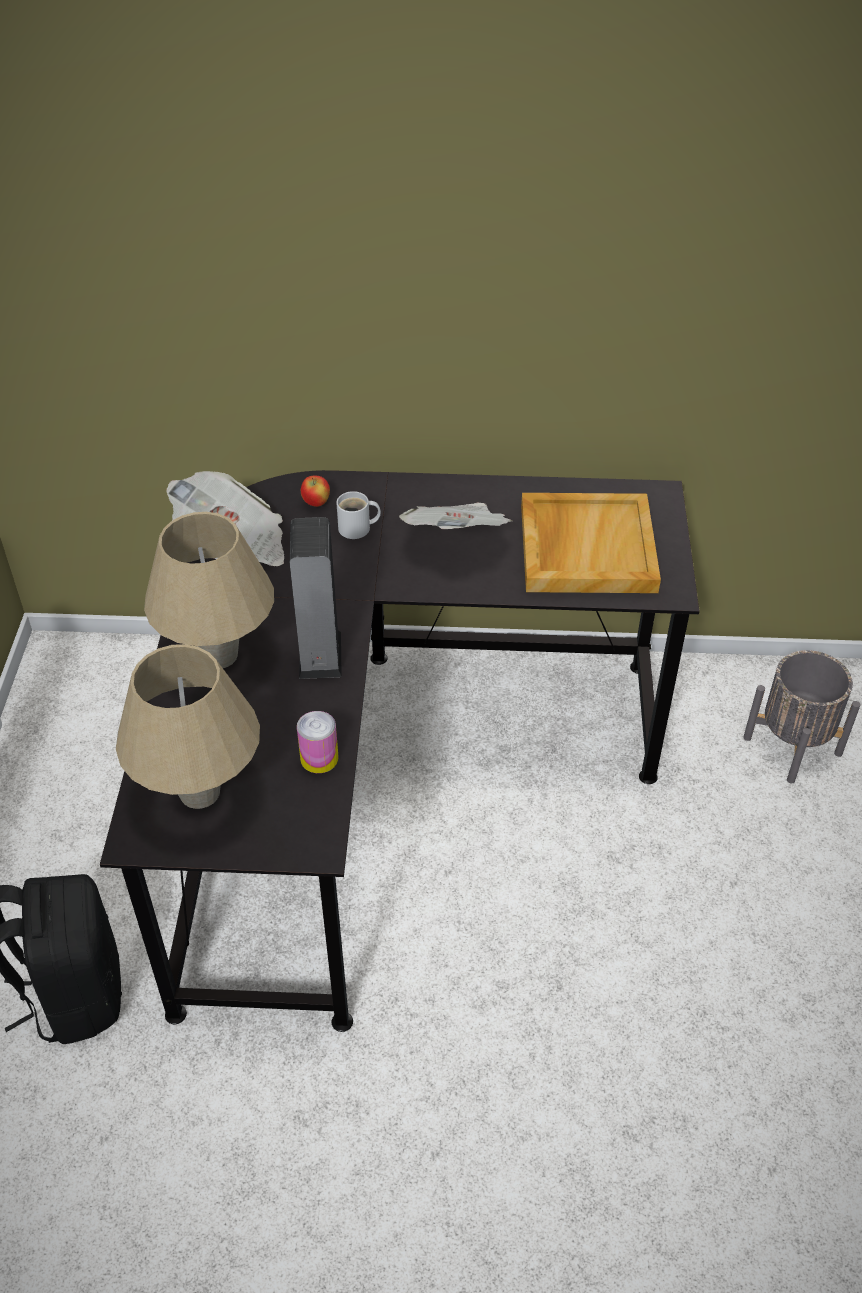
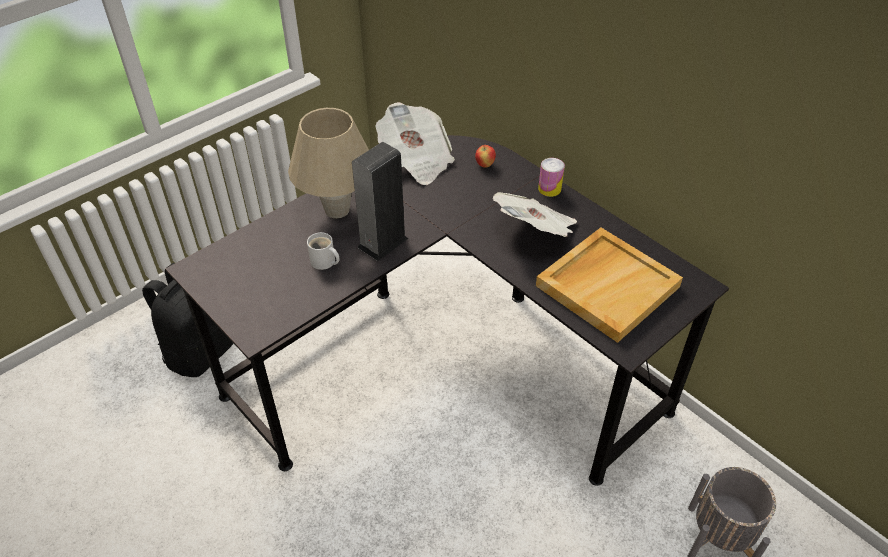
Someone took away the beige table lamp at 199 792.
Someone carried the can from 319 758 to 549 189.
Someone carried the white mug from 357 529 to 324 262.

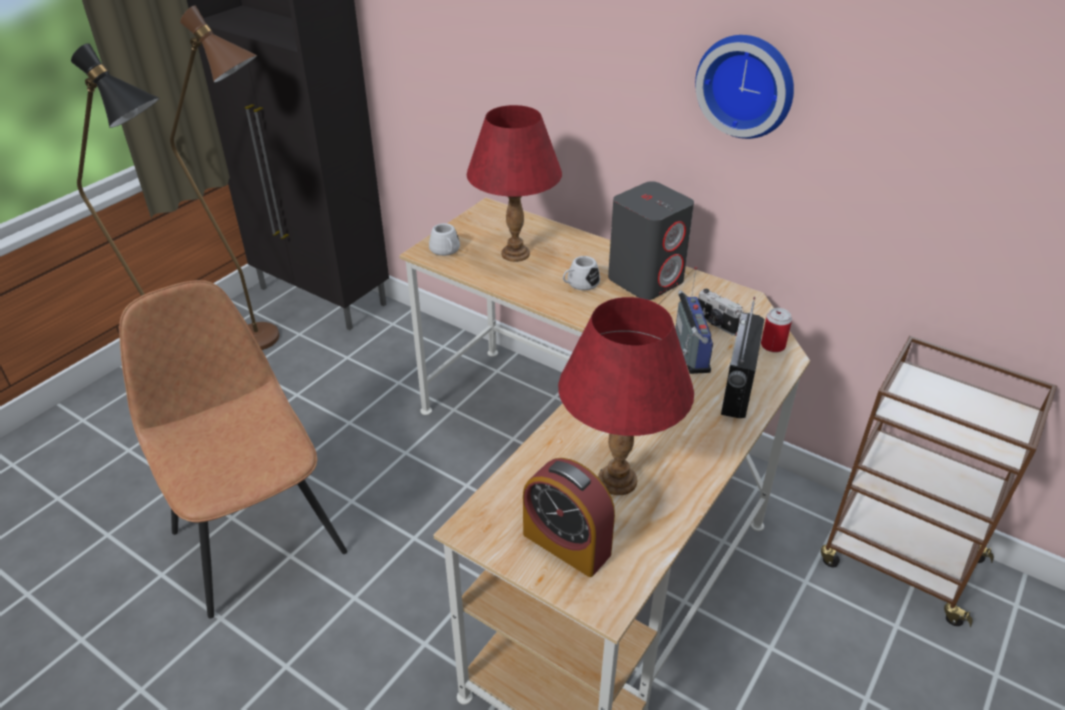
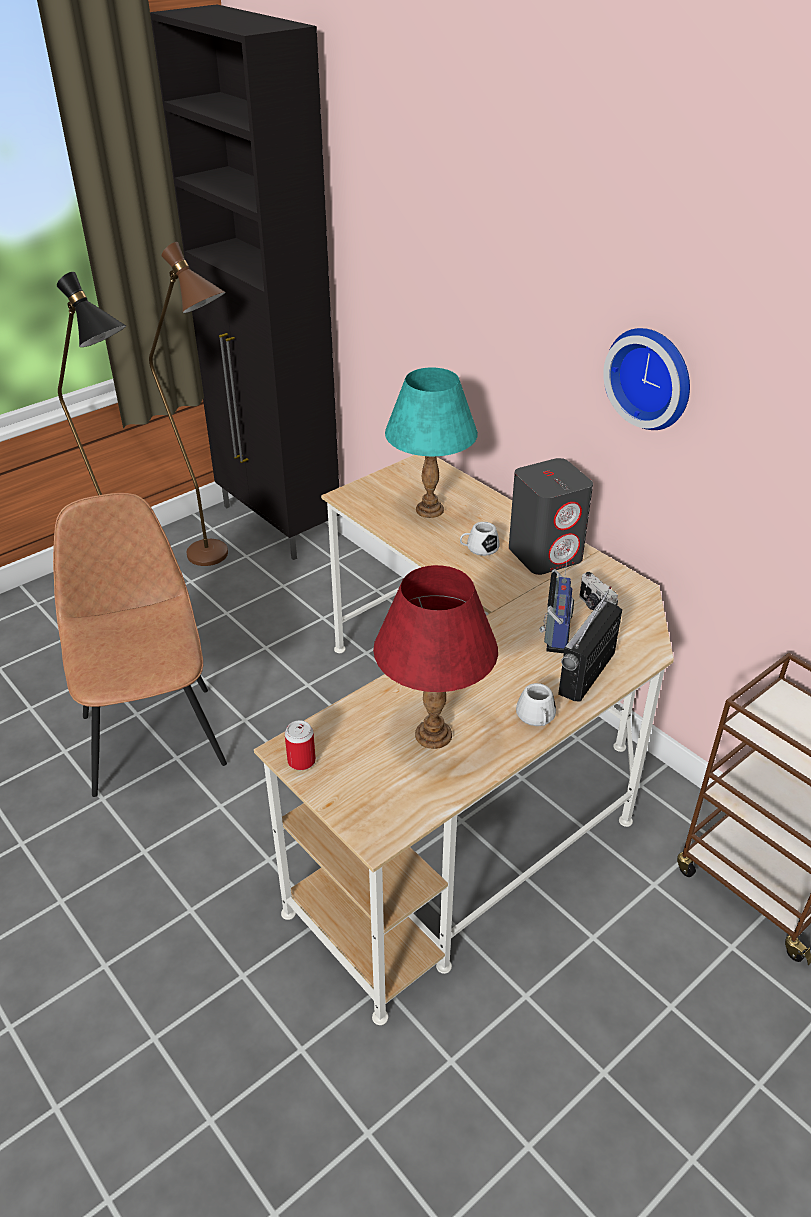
Someone took away the alarm clock at 566 544.
Someone carried the white mug from 446 251 to 537 718.
Someone carried the can from 772 346 to 301 761.
Someone repainted the red table lamp at 515 253, which became the turquoise table lamp at 429 509.

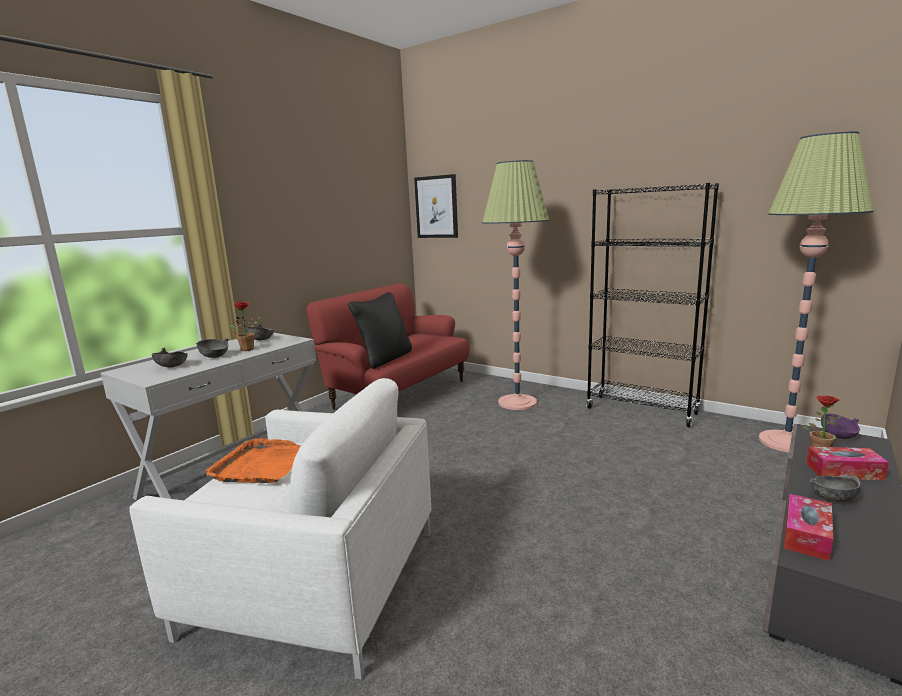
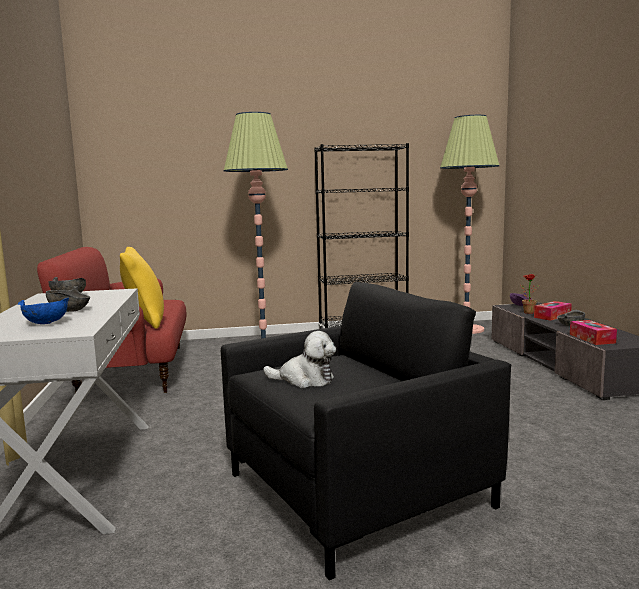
Someone took away the potted plant at 250 349.
Someone took away the picture at 436 207.
Someone swapped the orange tray at 261 465 for the plush toy at 305 380.
Someone repainted the white armchair at 316 581, which became the black armchair at 357 490.
Someone repainted the grey bowl at 172 366, which became the blue bowl at 46 323.
Someone repainted the black pillow at 384 359, which became the yellow pillow at 145 321.

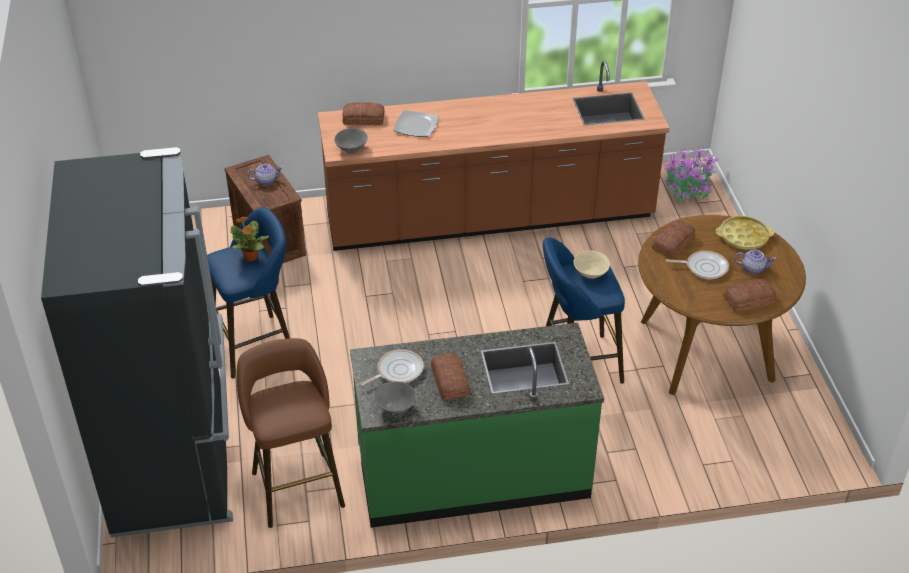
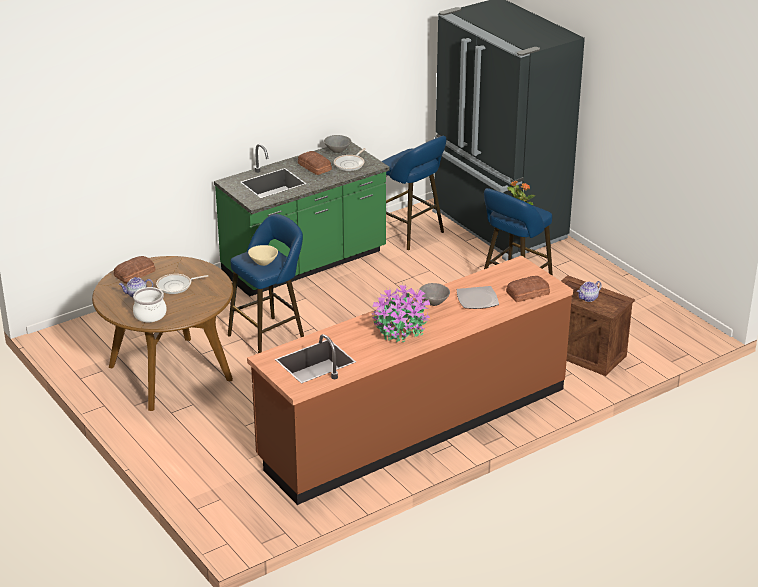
Someone took away the bread at 674 243.
Someone carried the grey bowl from 351 149 to 434 302.
Someone carried the potted plant from 688 190 to 399 330.
Someone swapped the yellow tray at 743 237 for the cooking pot at 150 315.
Someone repainted the brown stool at 296 485, which became the blue stool at 411 234.

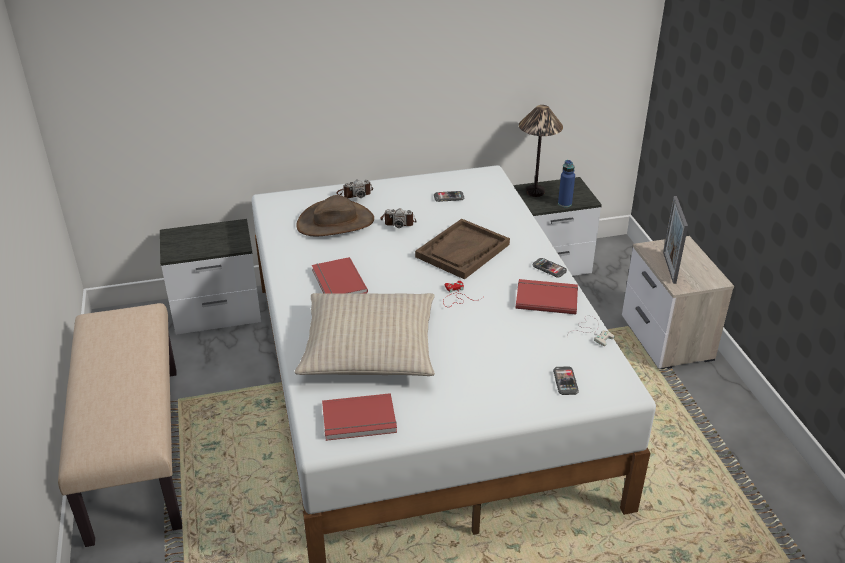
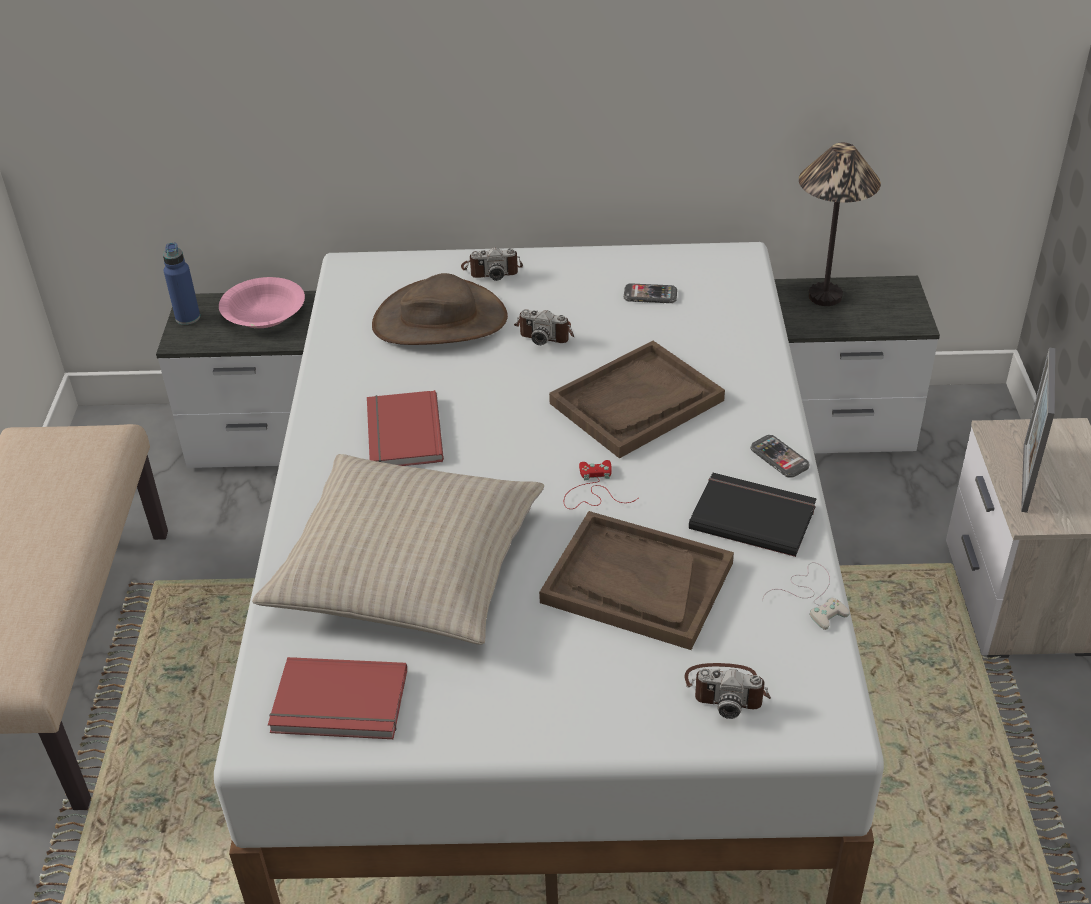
Someone put down the pink bowl at 264 314.
Someone put down the brown tray at 636 583.
Someone carried the blue bottle from 564 203 to 188 318.
Someone swapped the phone at 565 381 for the photo camera at 727 690.
Someone repainted the red book at 546 298, which became the black book at 752 515.

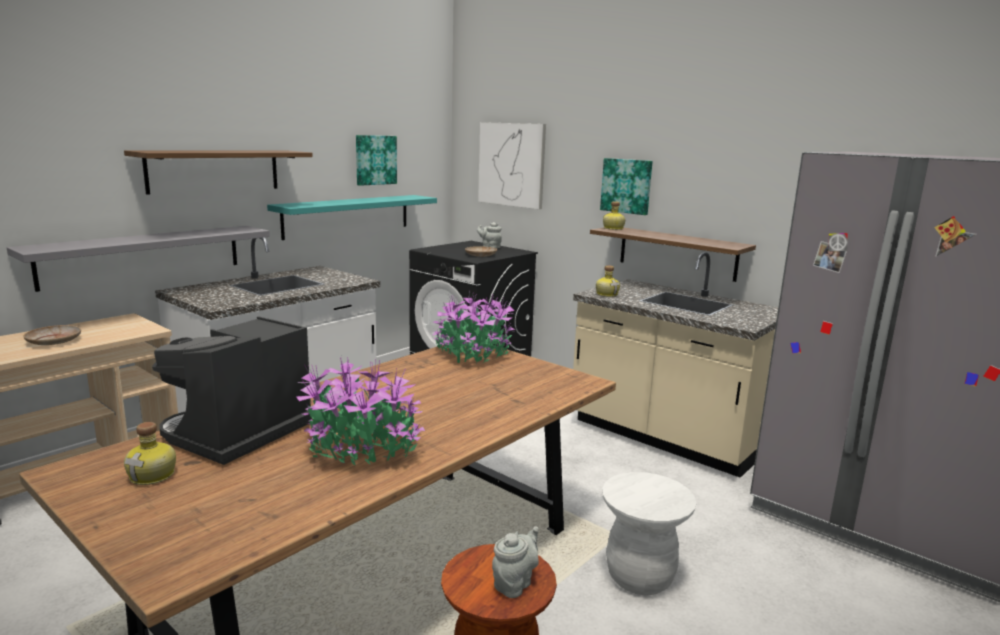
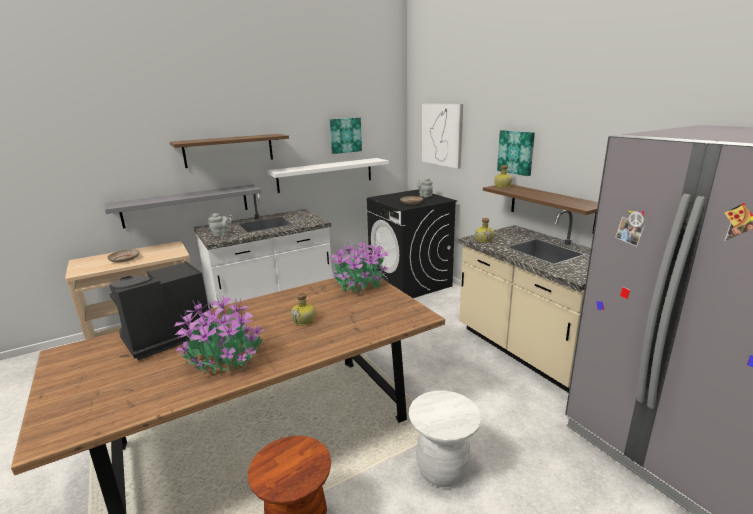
Someone carried the bottle from 154 475 to 304 320.
Someone carried the grey teapot from 514 583 to 222 234.
Someone repainted the turquoise shelf at 348 216, which became the white shelf at 325 174.

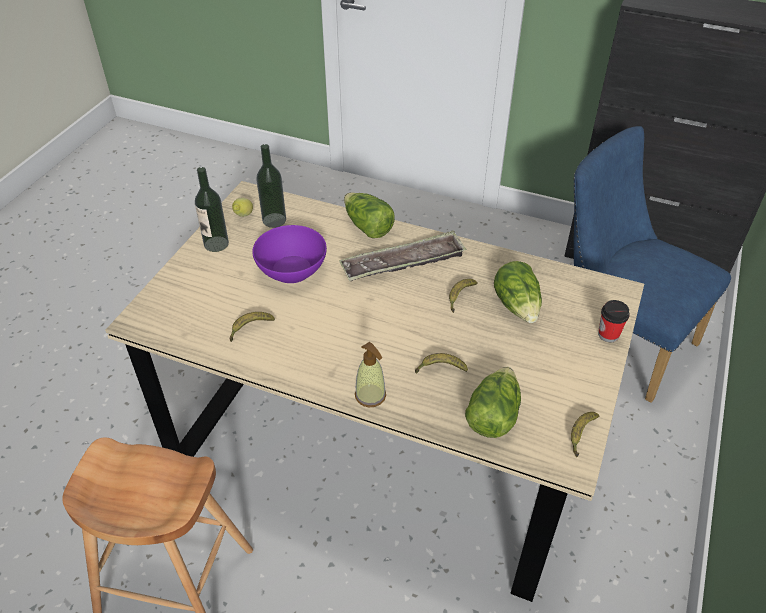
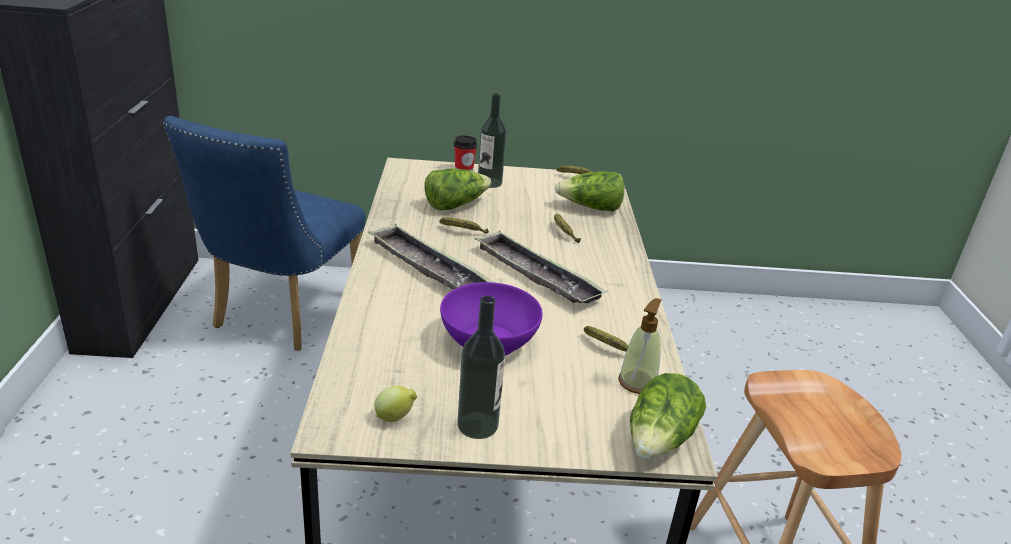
Someone put down the tray at 536 275.
Someone carried the bottle from 274 220 to 489 182.
Someone carried the lettuce from 367 226 to 660 441.
Someone carried the soap dispenser from 370 395 to 637 382.

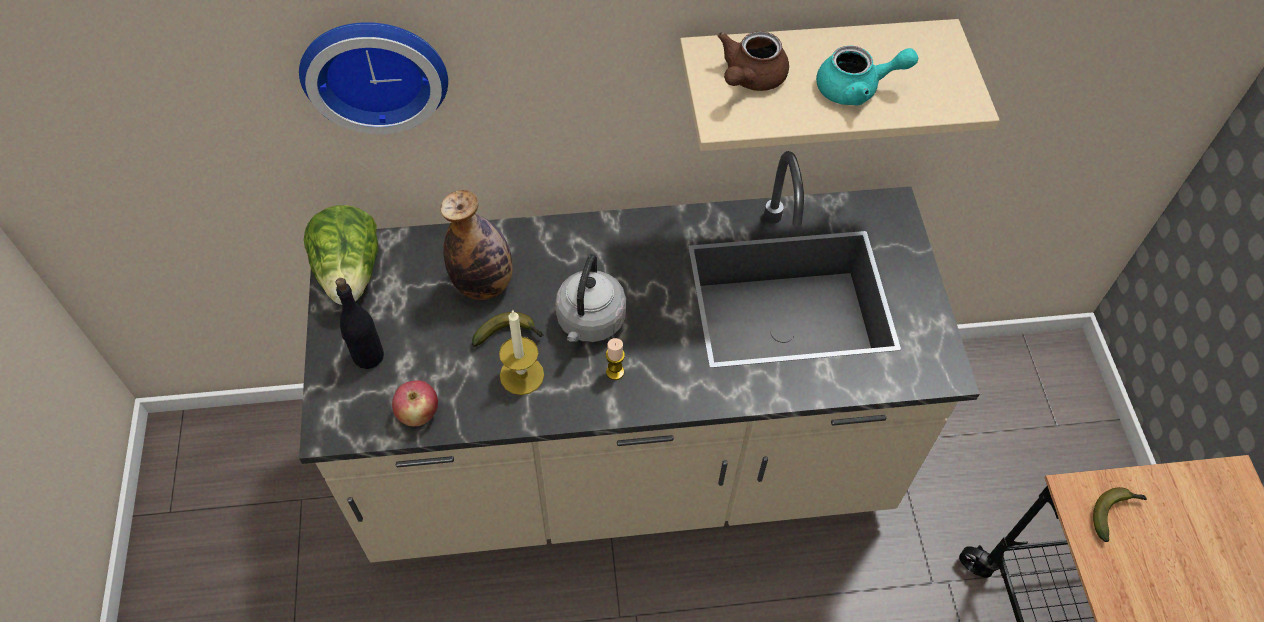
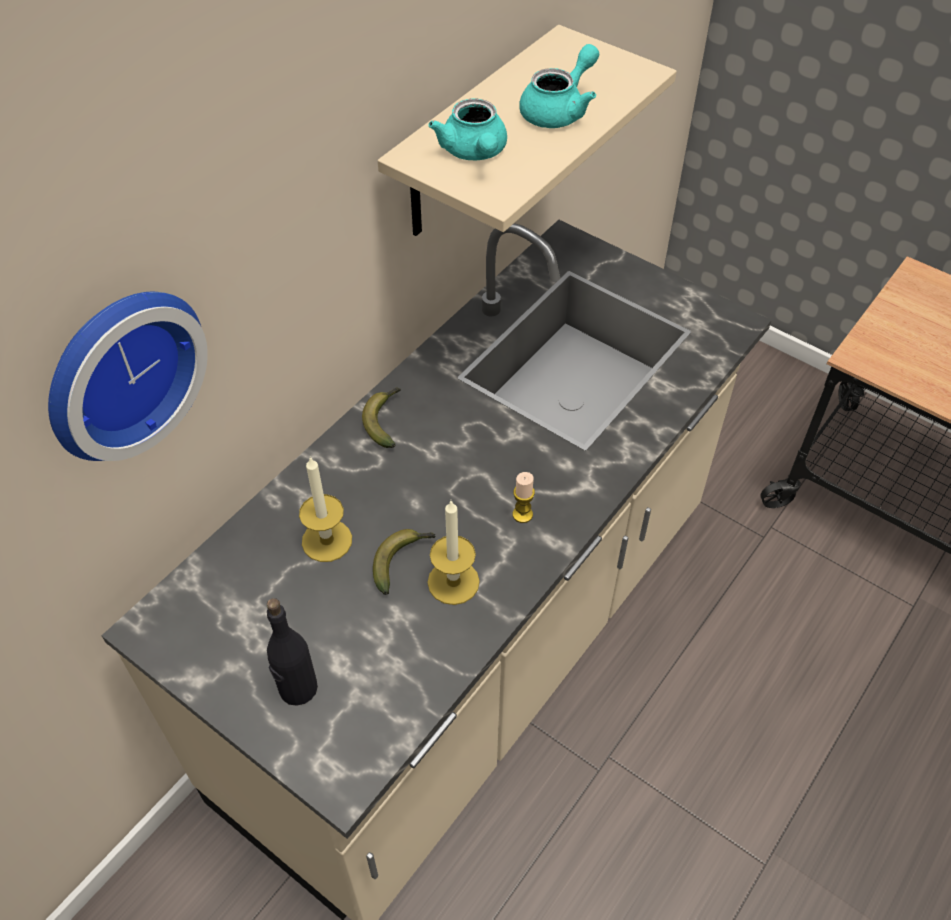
Someone took away the lettuce at 350 274.
Someone took away the apple at 418 414.
Someone took away the grey kettle at 590 322.
Someone carried the banana from 1114 513 to 385 420.
Someone swapped the bottle at 483 284 for the candle at 327 540.
Someone repainted the brown teapot at 750 78, which became the turquoise teapot at 474 152.

